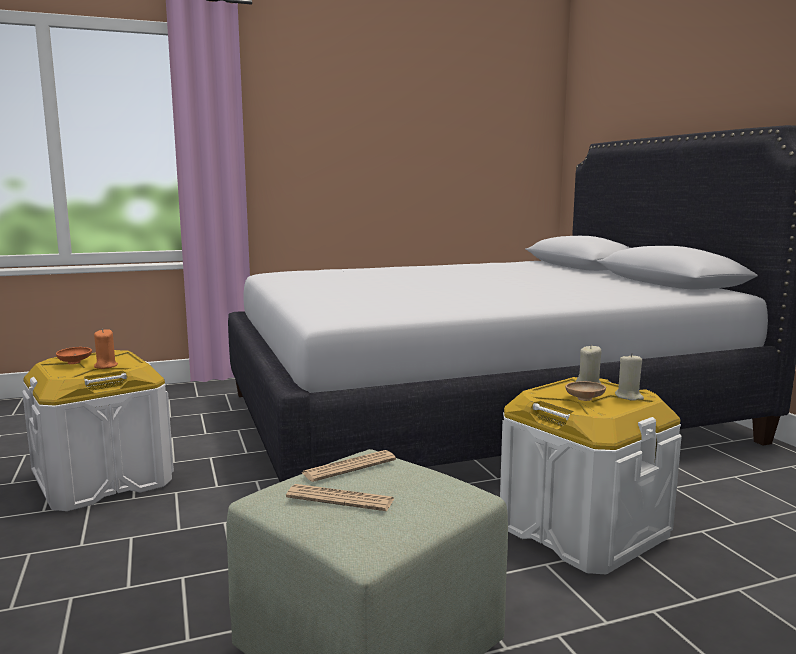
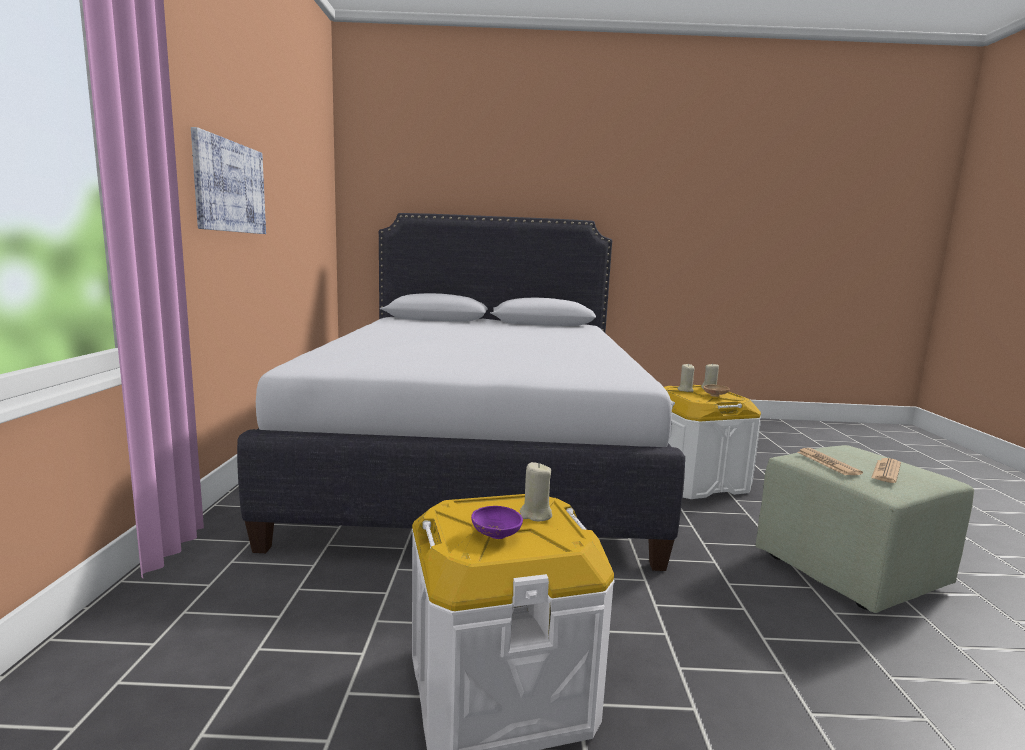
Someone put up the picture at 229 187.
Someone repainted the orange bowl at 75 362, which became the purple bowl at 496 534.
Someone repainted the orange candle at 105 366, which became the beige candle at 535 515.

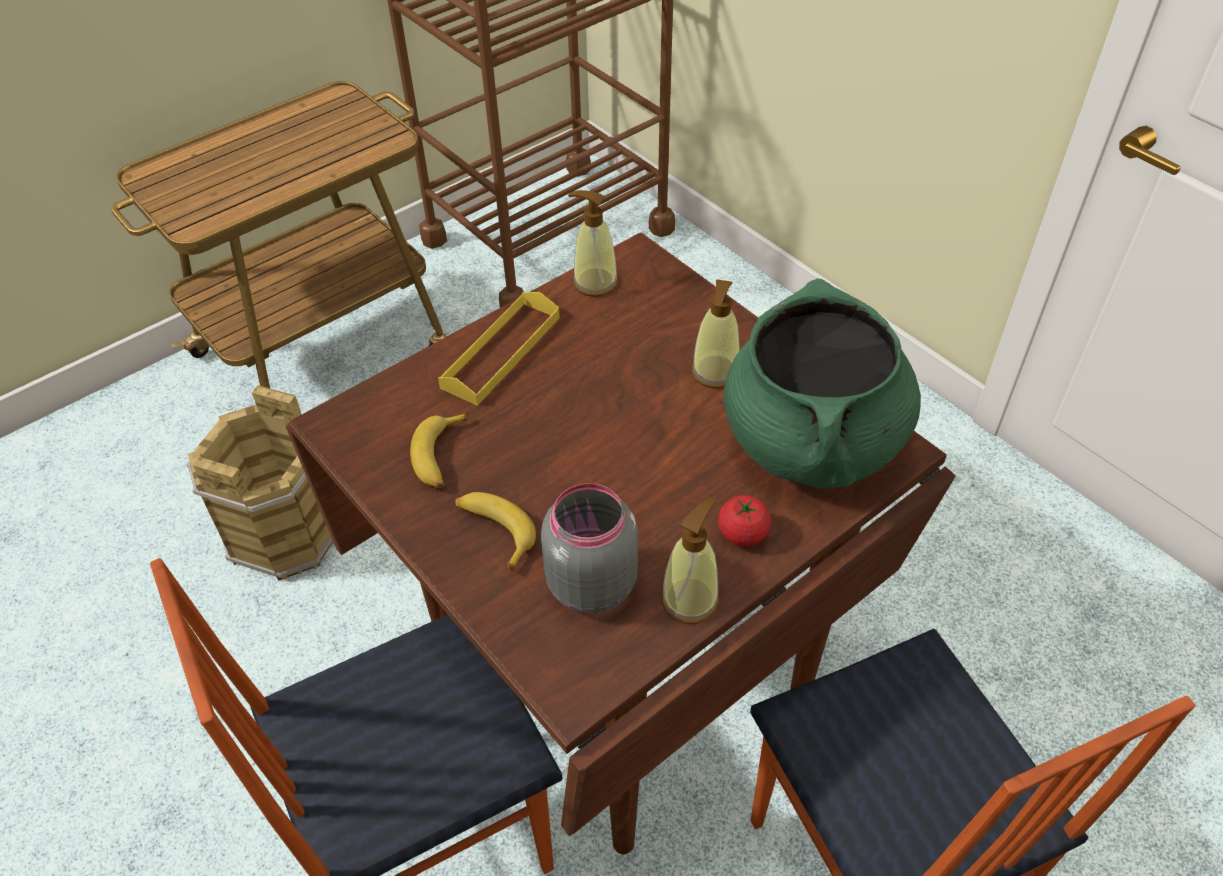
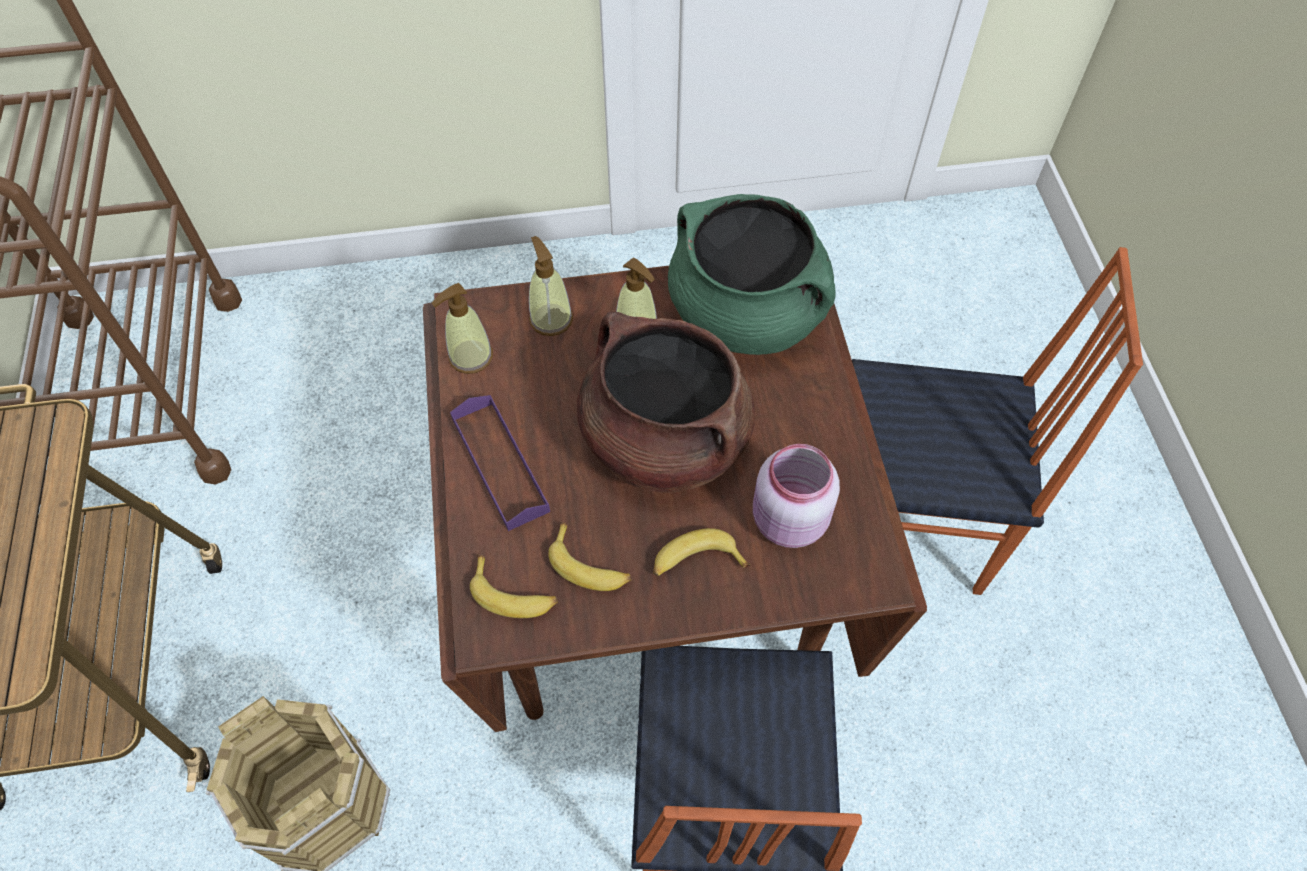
Someone took away the tomato at 742 533.
Someone put down the banana at 514 594.
Someone put down the brown cooking pot at 663 440.
Someone carried the soap dispenser from 690 599 to 551 319.
Someone repainted the yellow tray at 501 352, which became the purple tray at 500 464.
Someone repainted the grey jar at 589 584, which became the pink jar at 787 522.

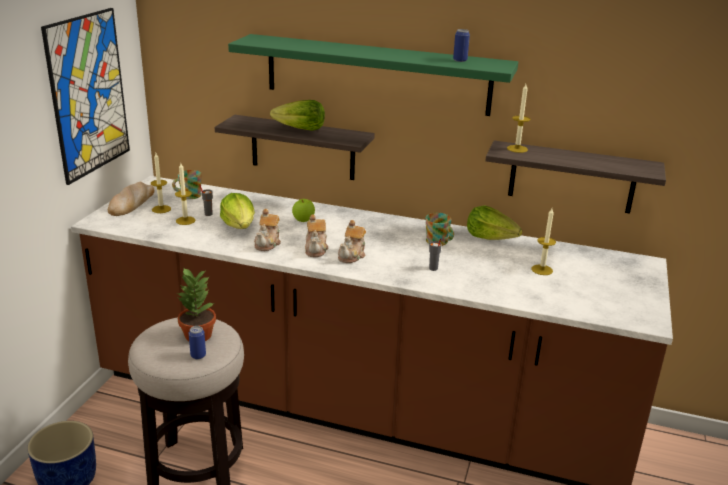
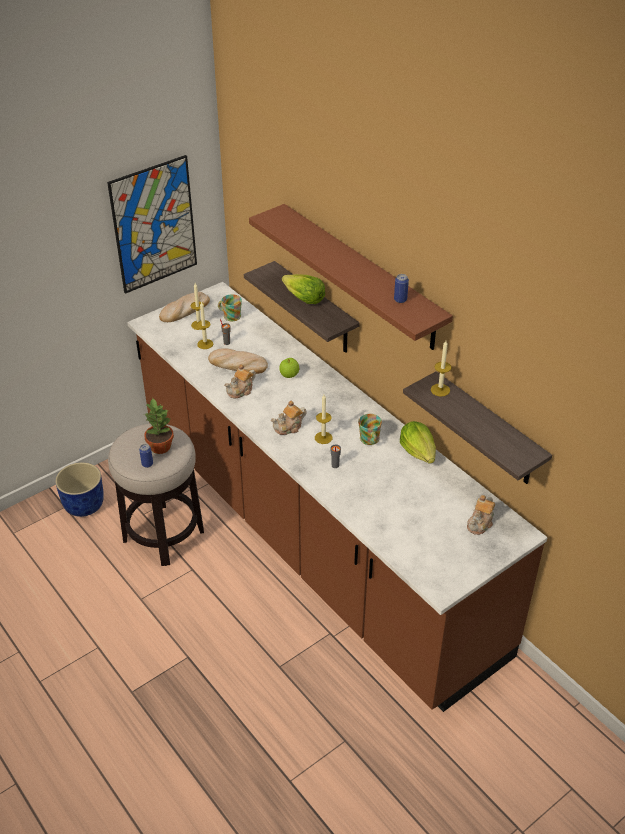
Someone carried the teapot from 316 249 to 480 523.
Someone carried the candle from 542 270 to 323 438.
Someone swapped the lettuce at 239 226 for the bread at 237 364.
Someone repainted the green shelf at 377 74, which became the brown shelf at 361 276.

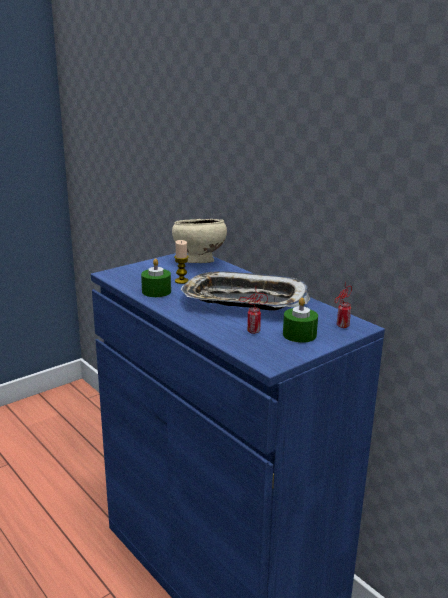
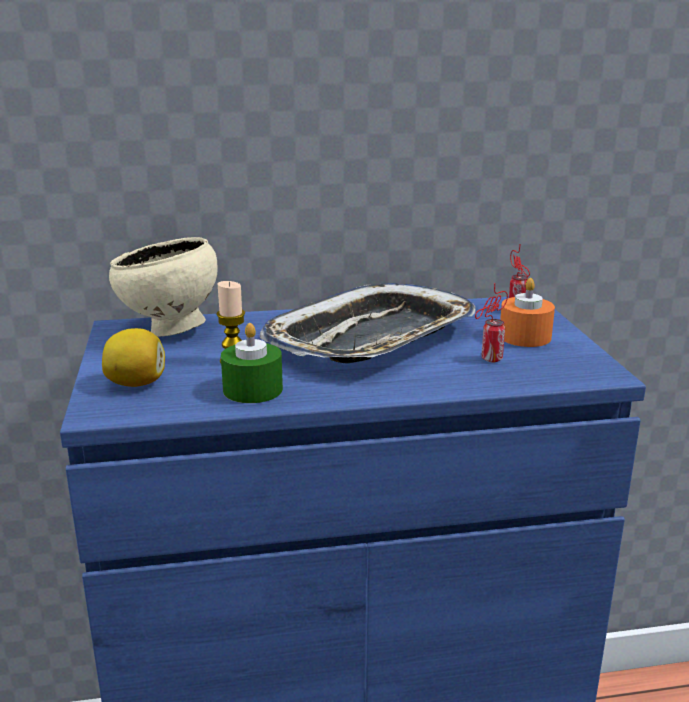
Someone put down the lemon at 136 383.
Someone repainted the green candle at 299 334, which became the orange candle at 525 337.

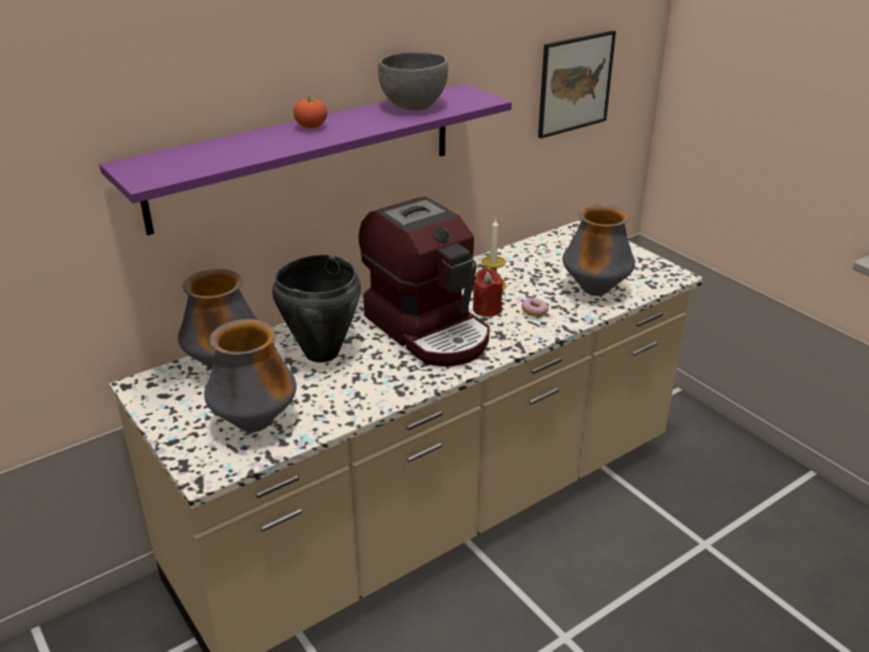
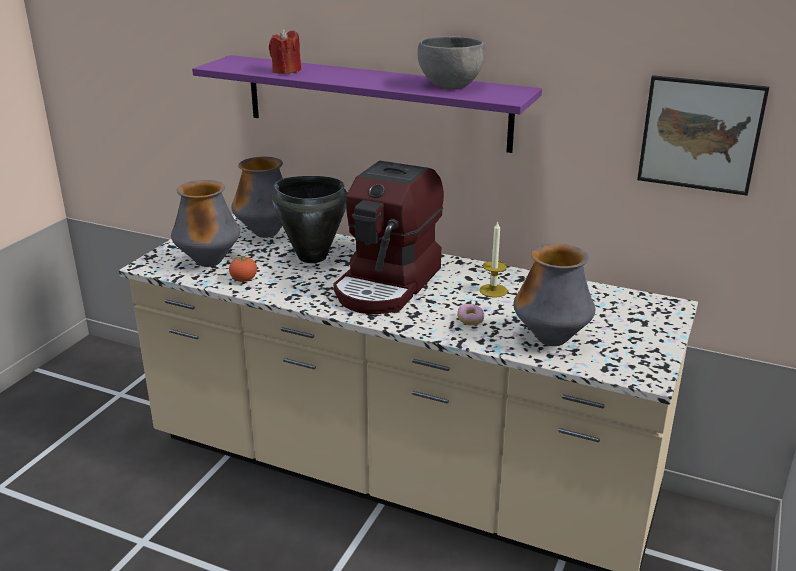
Someone carried the tomato from 311 127 to 244 280.
Someone carried the red candle from 487 309 to 286 71.

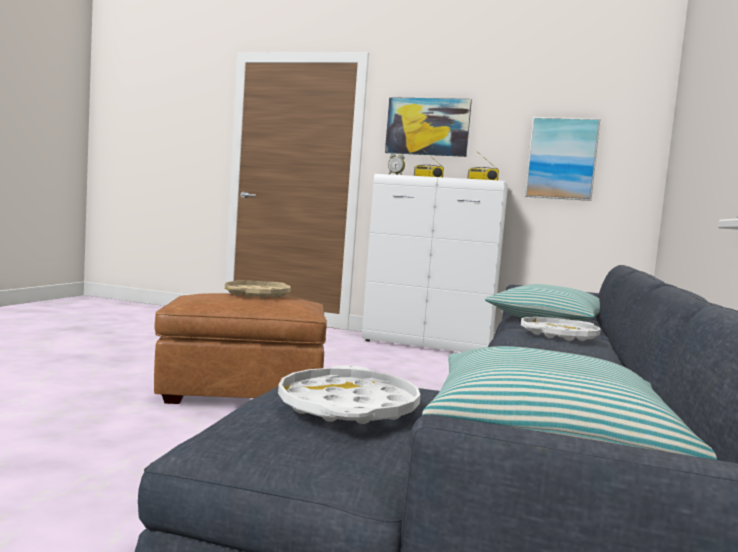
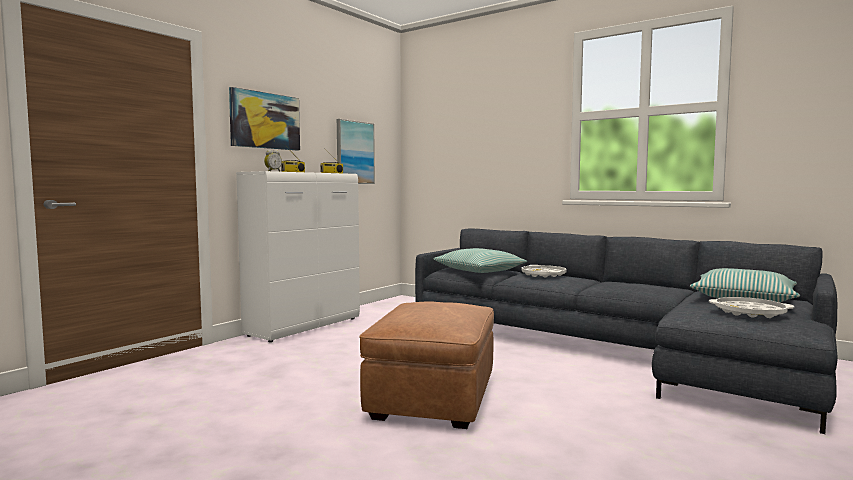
Someone took away the beige tray at 257 294.

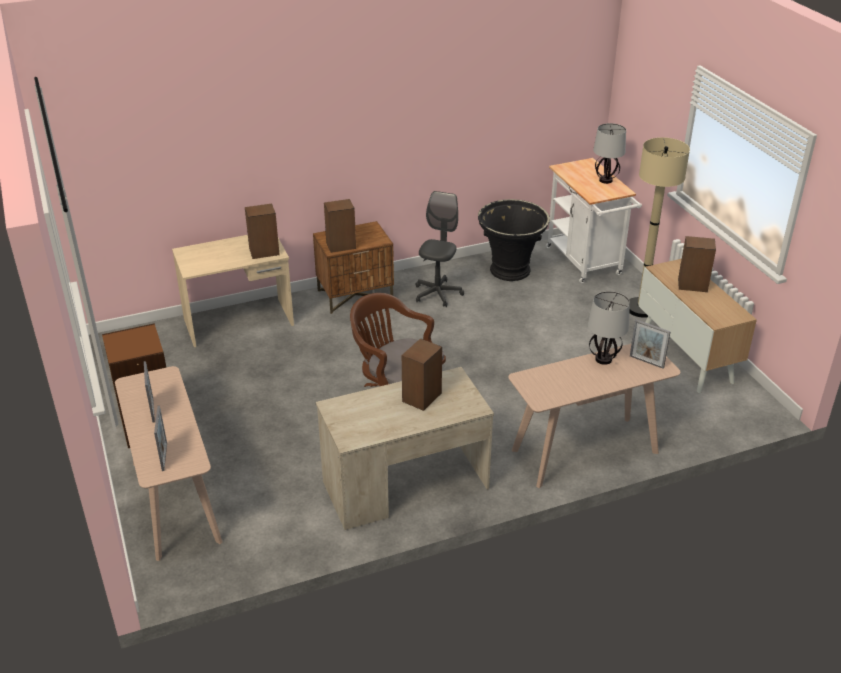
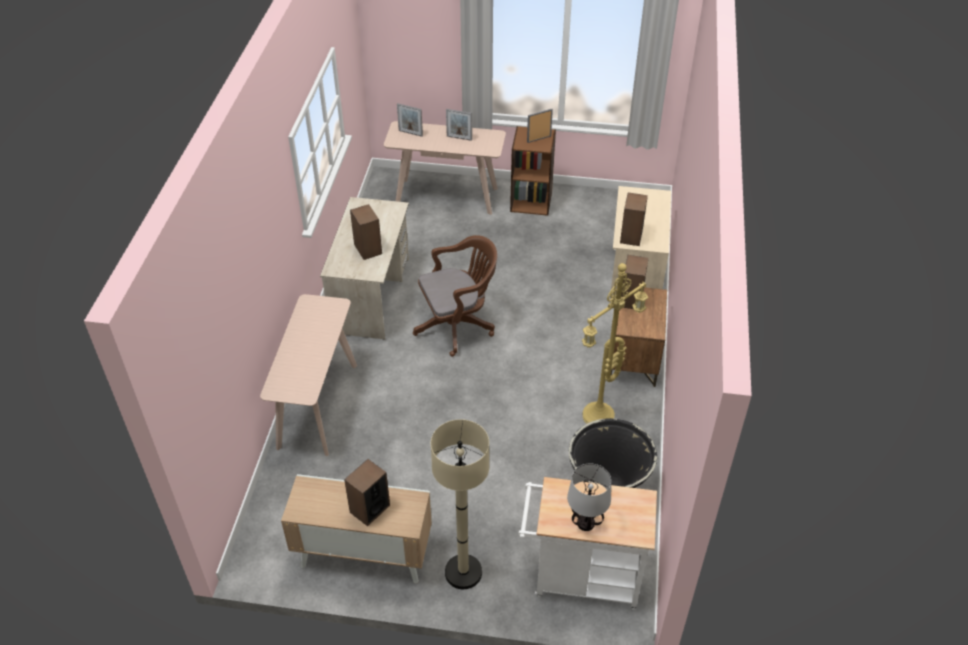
Someone took away the table lamp at 604 359.
Someone carried the picture frame from 646 362 to 539 139.
Someone swapped the grey office chair at 437 294 for the yellow floor lamp at 599 418.

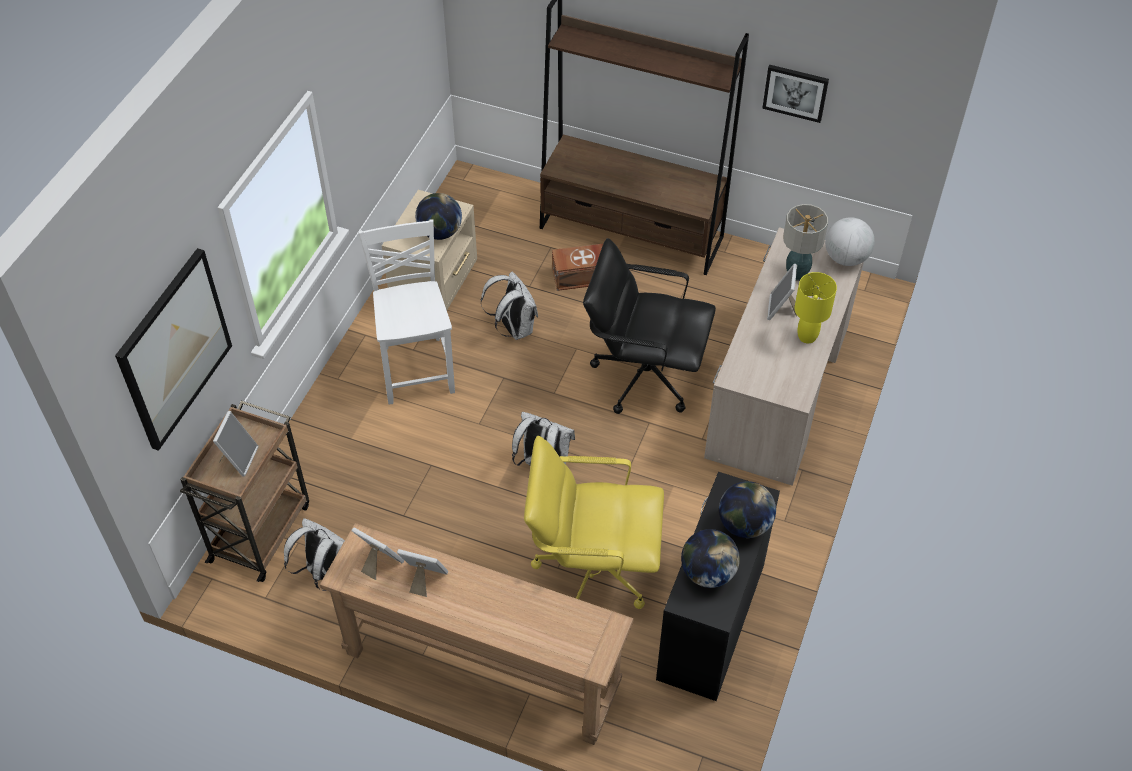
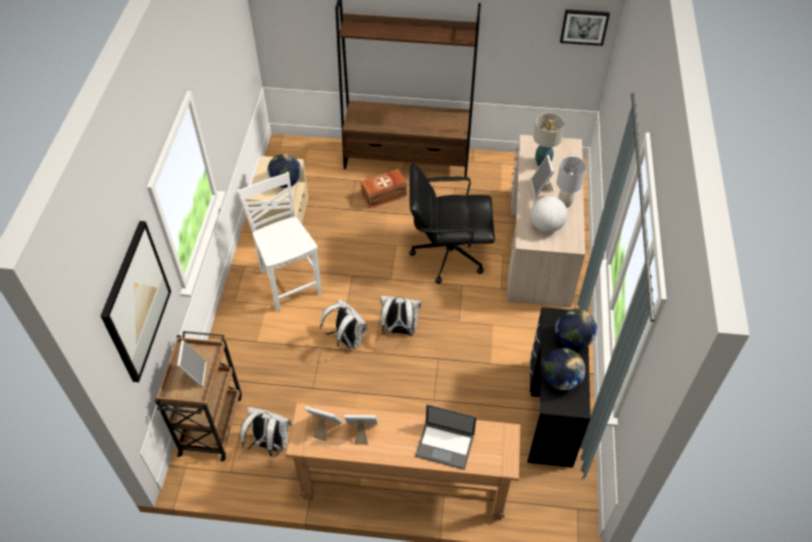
Someone took away the yellow office chair at 592 569.
Someone put down the laptop at 445 445.
Someone carried the white backpack from 514 328 to 347 340.
Someone carried the picture from 795 92 to 584 26.
Someone carried the globe from 846 258 to 546 226.
Someone repainted the yellow table lamp at 806 336, which became the grey table lamp at 564 203.

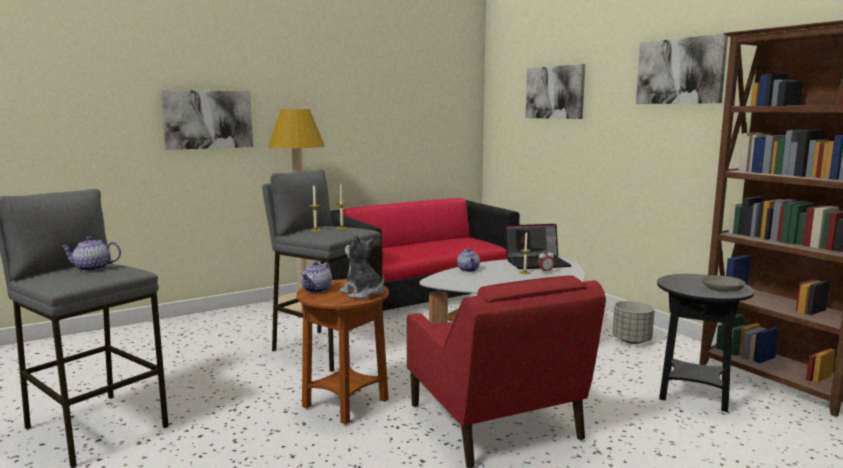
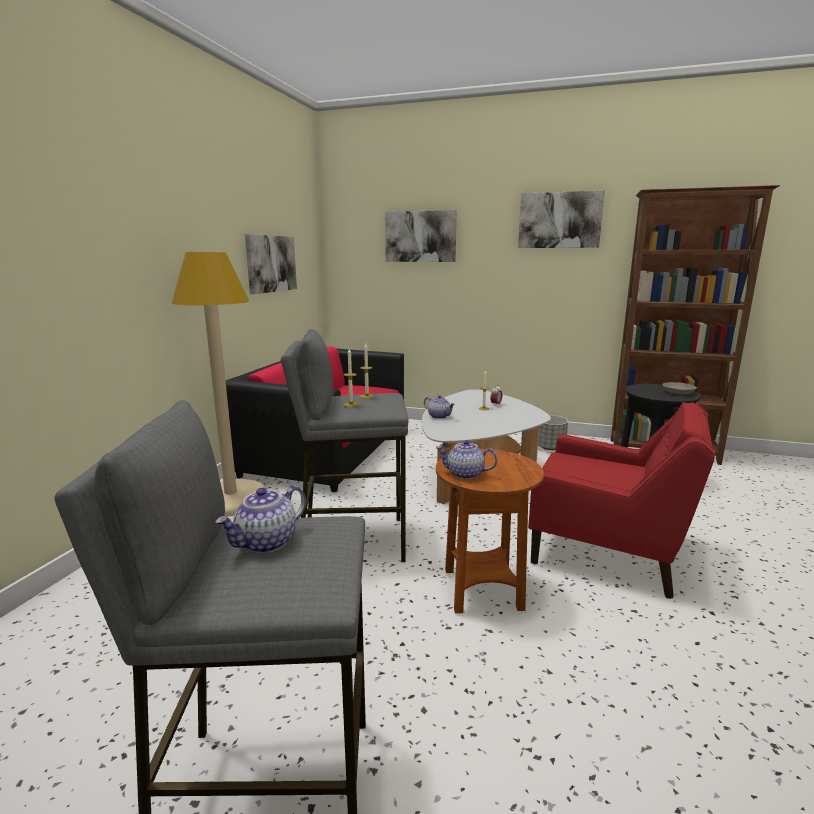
Someone took away the plush toy at 363 293.
Someone took away the laptop at 537 263.
Someone carried the picture from 208 119 to 271 263.
Someone rotated the teapot at 317 290 by 120 degrees clockwise.

